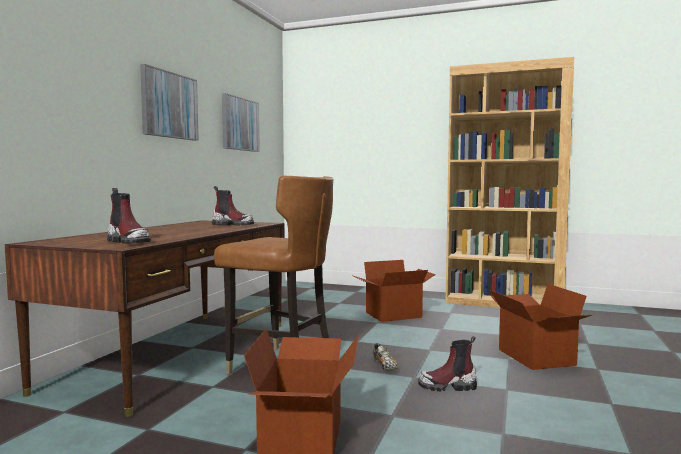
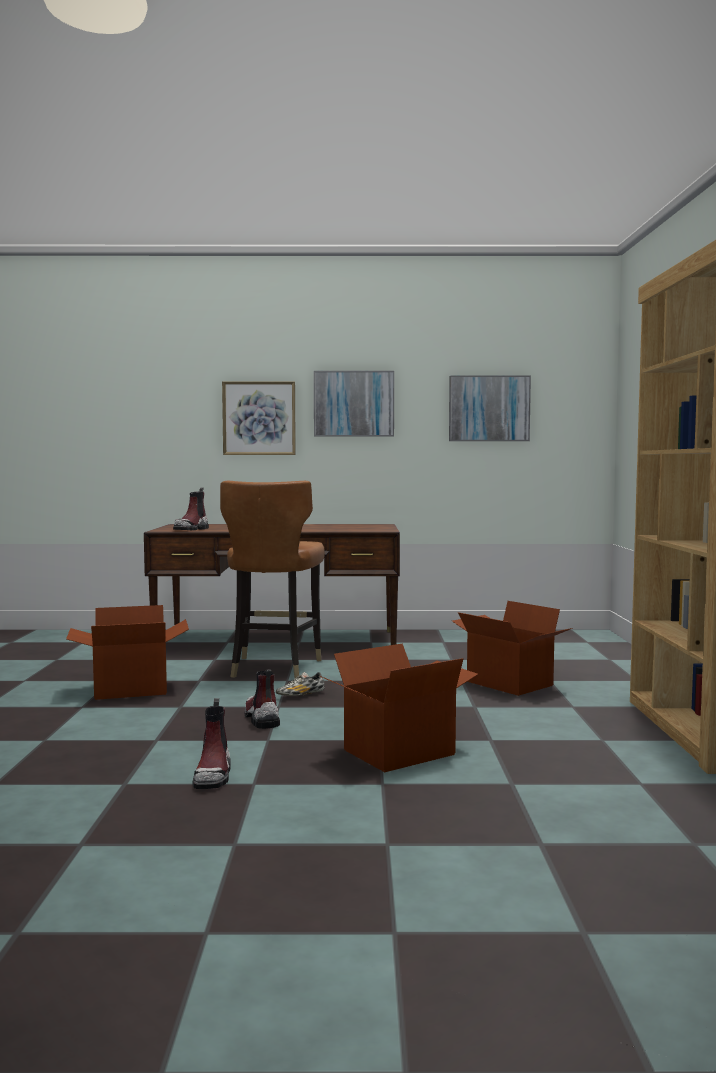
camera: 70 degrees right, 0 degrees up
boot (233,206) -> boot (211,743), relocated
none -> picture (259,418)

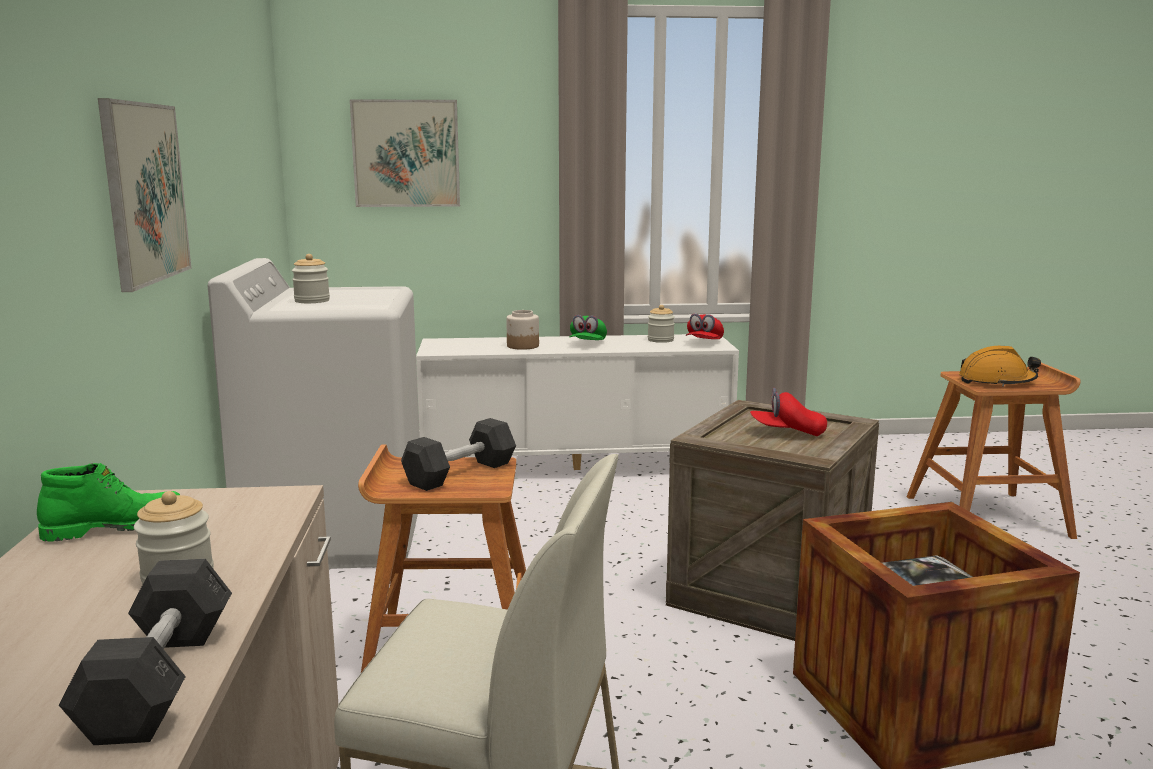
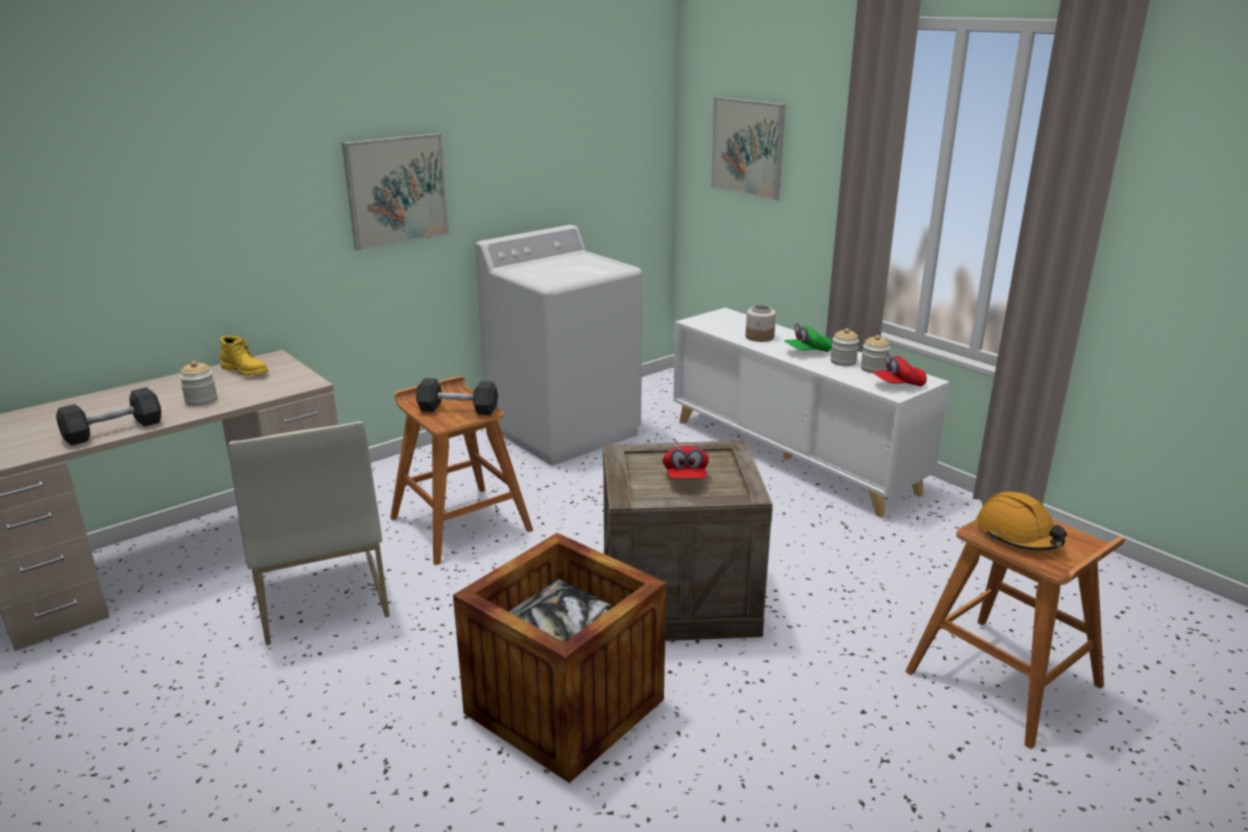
camera: 55 degrees right, 10 degrees up
jar (311,278) -> jar (845,347), relocated
red cap (788,412) -> red cap (686,462), 150 degrees counterclockwise
green boot (108,502) -> yellow boot (244,356)

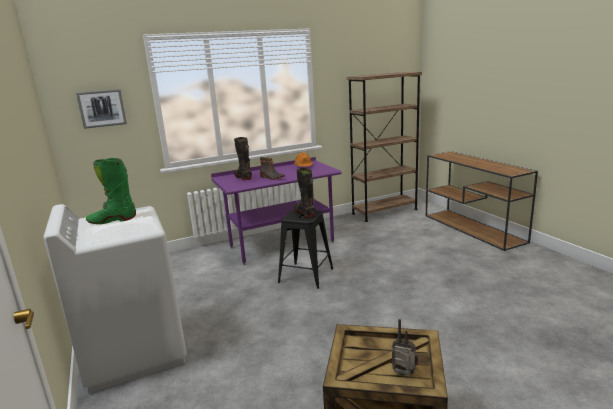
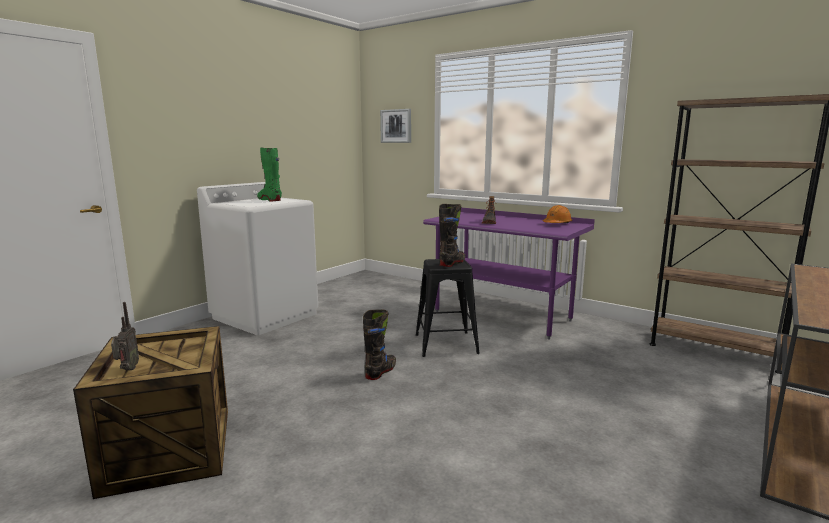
camera: 60 degrees right, 5 degrees down
black boot (243,159) -> black boot (379,345), relocated

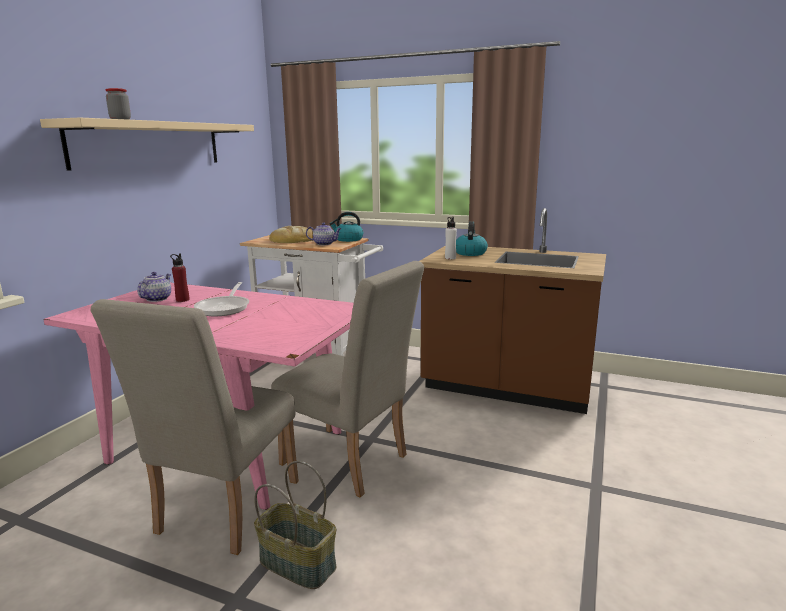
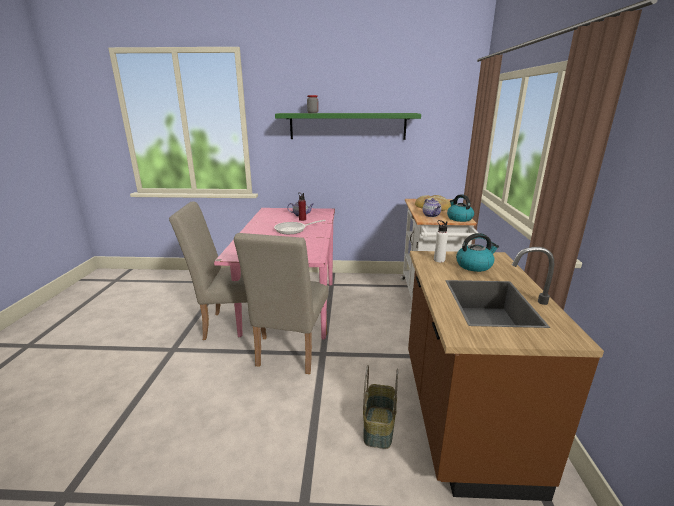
camera: 70 degrees right, 5 degrees up
beige shelf (147,144) -> green shelf (348,126)
basket (295,525) -> basket (380,407), relocated

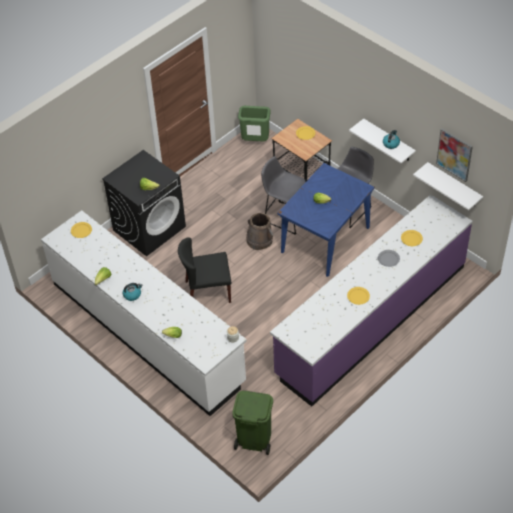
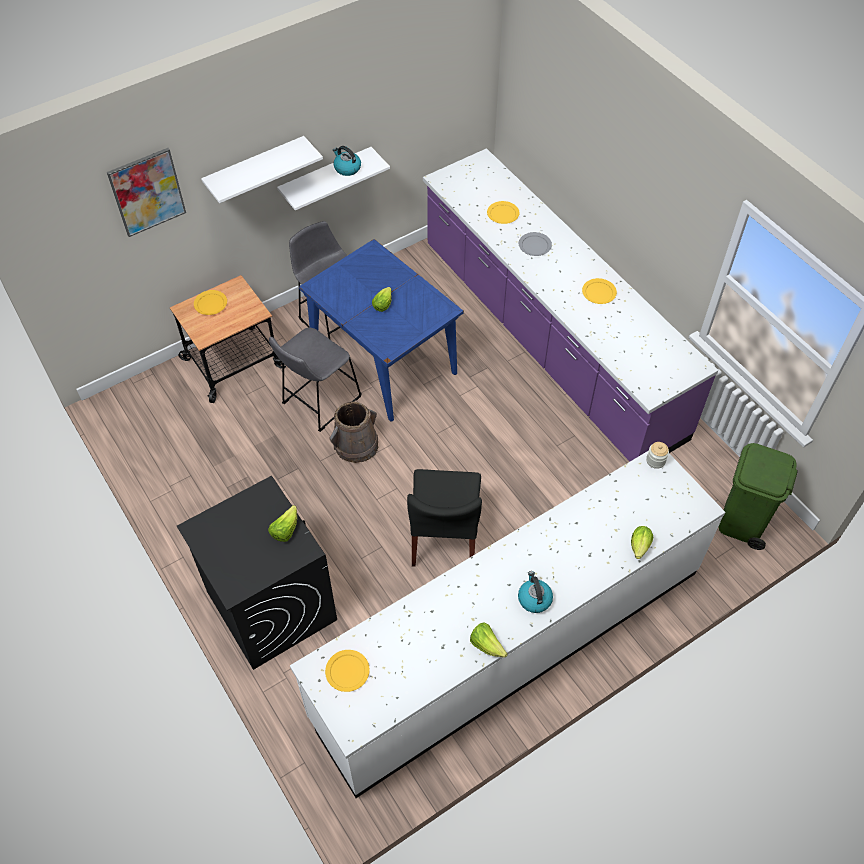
camera: 80 degrees left, 5 degrees up
green trash can (254,123) -> none
picture (454,155) -> picture (146,192), relocated
white shelf (448,186) -> white shelf (262,169), relocated

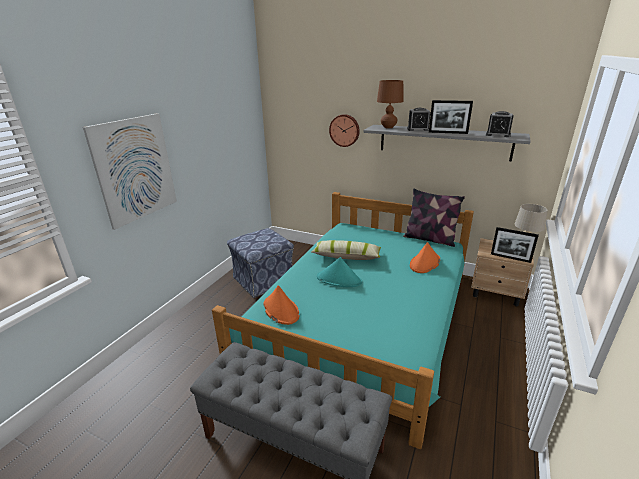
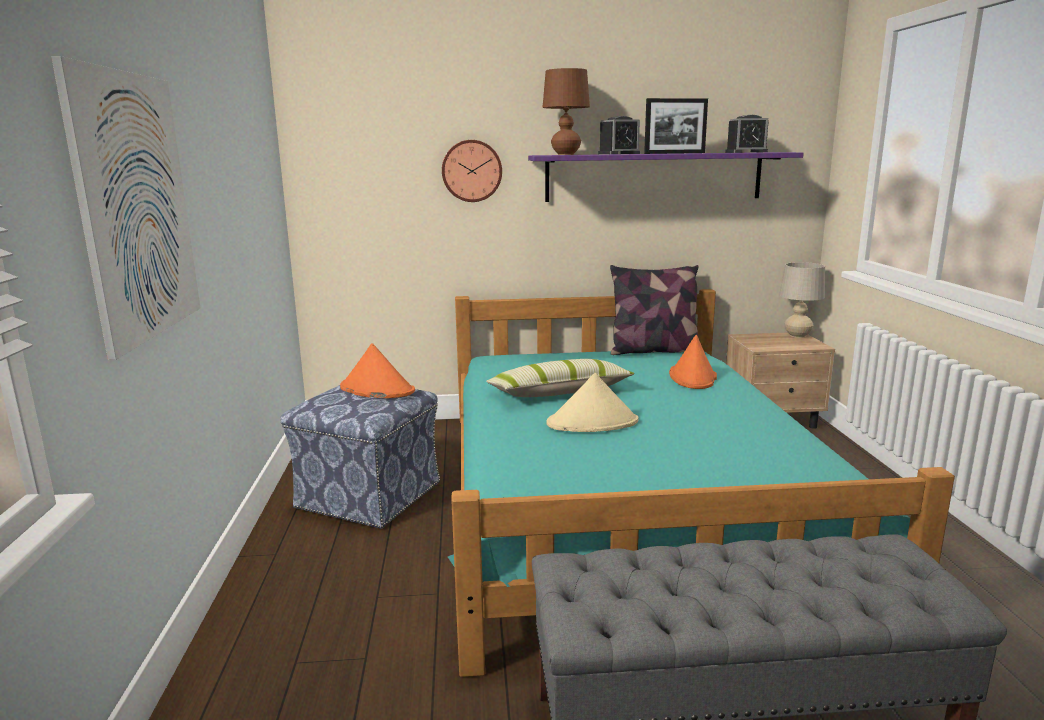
camera: 30 degrees left, 10 degrees down
grey shelf (447,143) -> purple shelf (666,177)
picture frame (515,245) -> none
turquoise hat (339,272) -> beige hat (593,402)
orange hat (281,305) -> orange hat (377,370), relocated

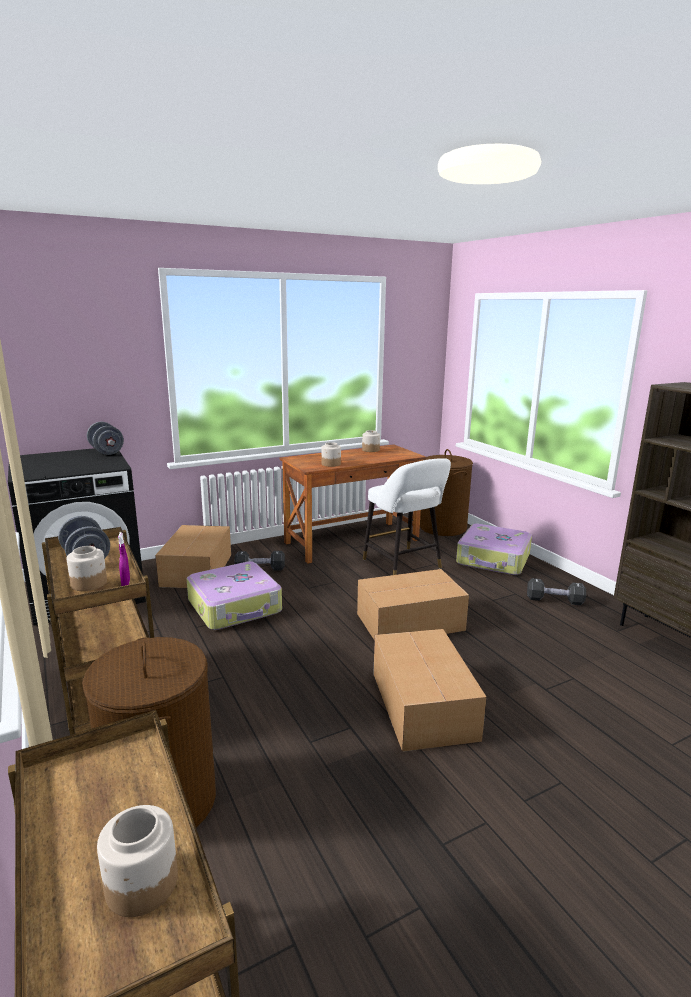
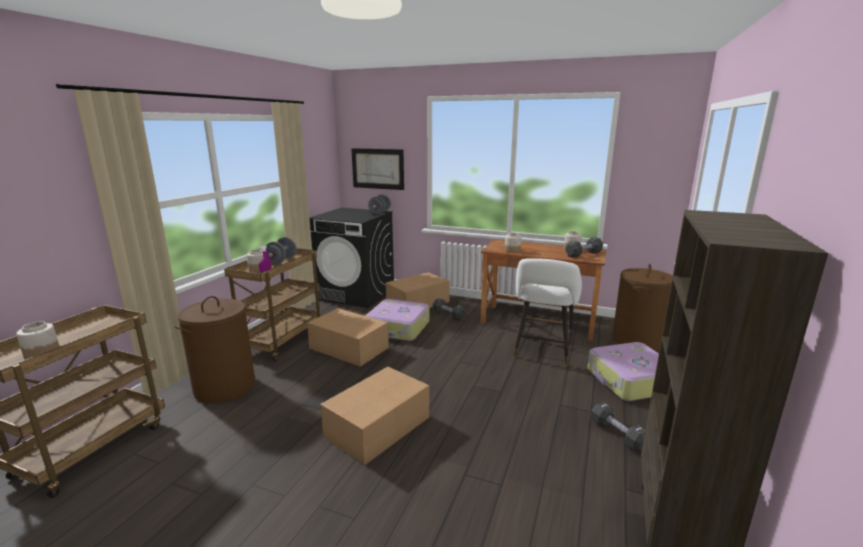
camera: 50 degrees right, 0 degrees up
cardboard box (413,605) -> cardboard box (348,337), relocated
none -> picture (377,169)
none -> black dumbbell (584,247)

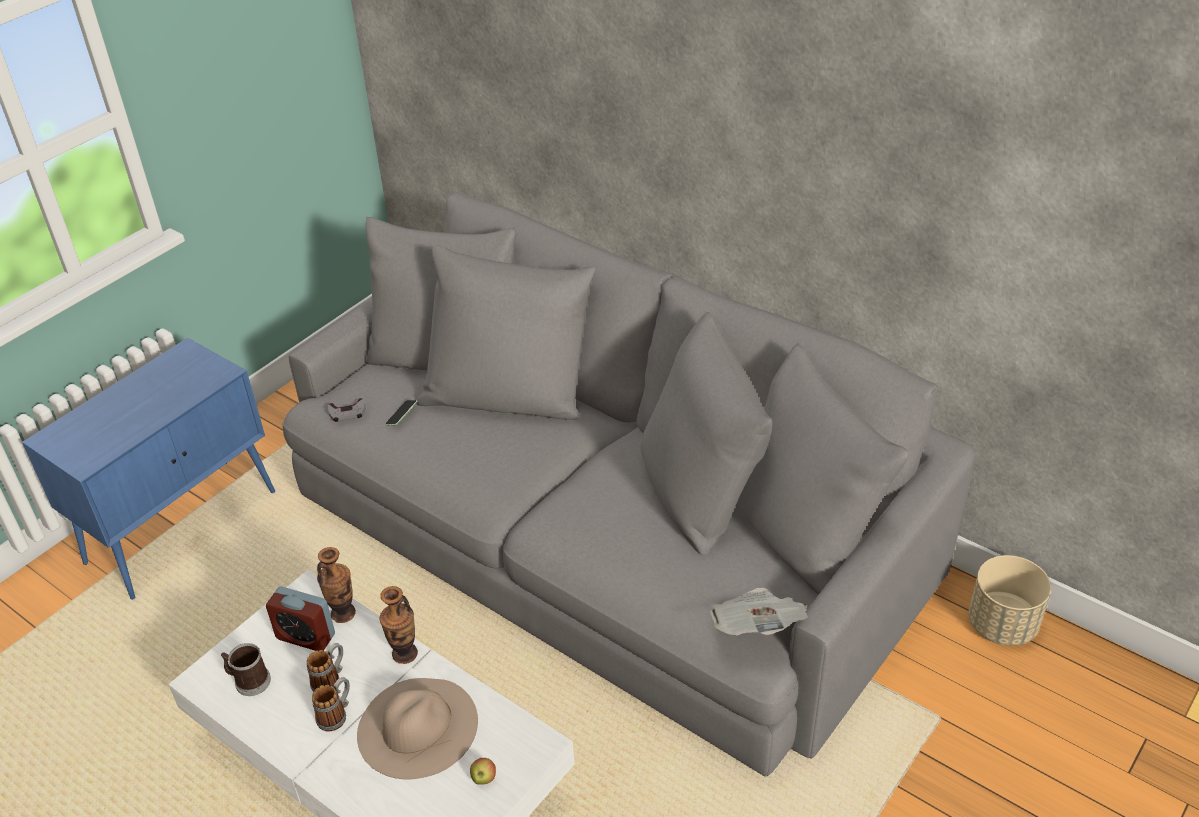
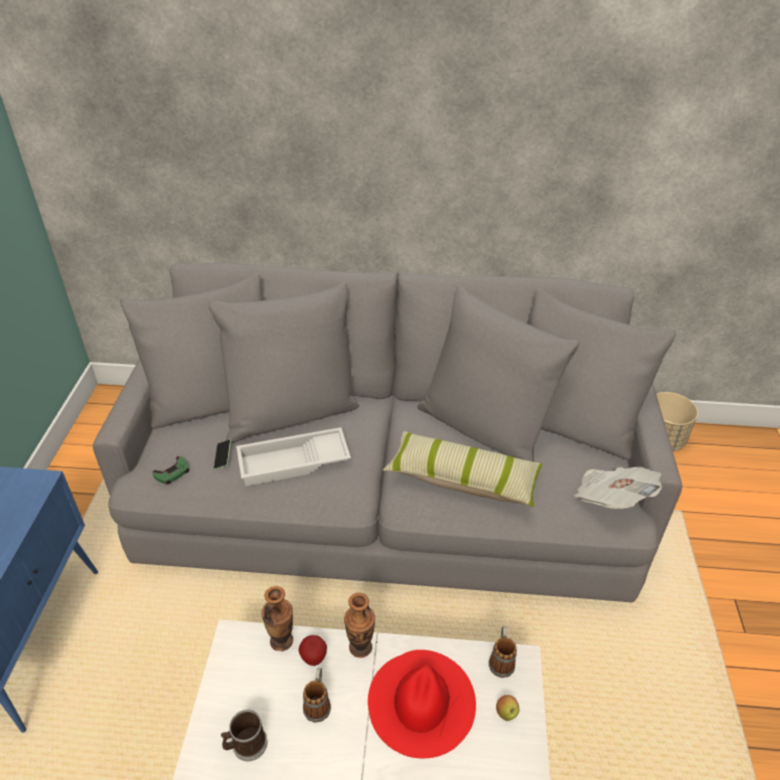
camera: 35 degrees left, 0 degrees up
grey game controller (347,410) -> green game controller (170,470)
alarm clock (300,618) -> none
mug (331,704) -> mug (503,652), relocated
beige hat (417,728) -> red hat (422,704)
none -> white tray (293,456)
none -> pillow (462,469)
none -> apple (313,650)

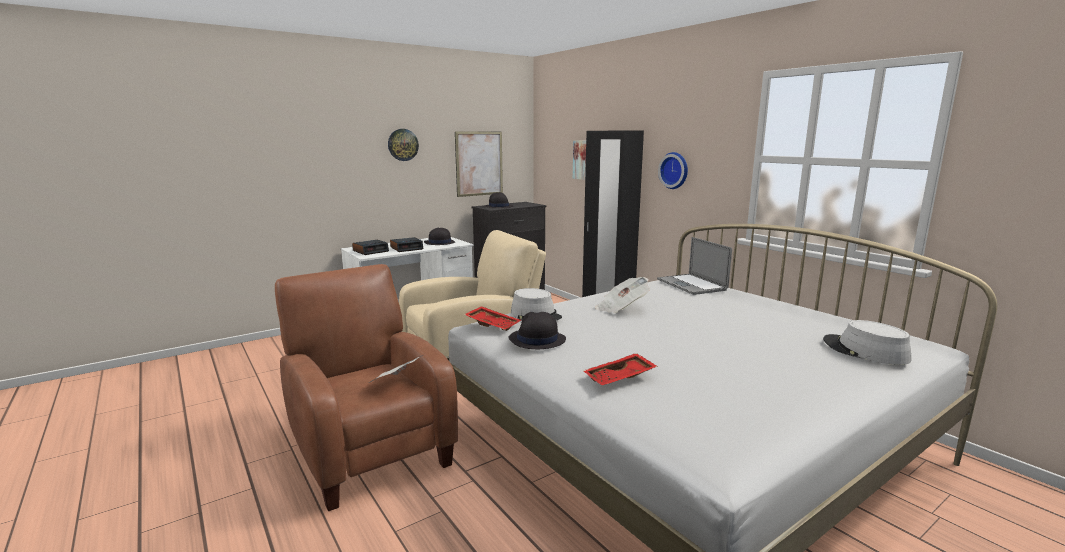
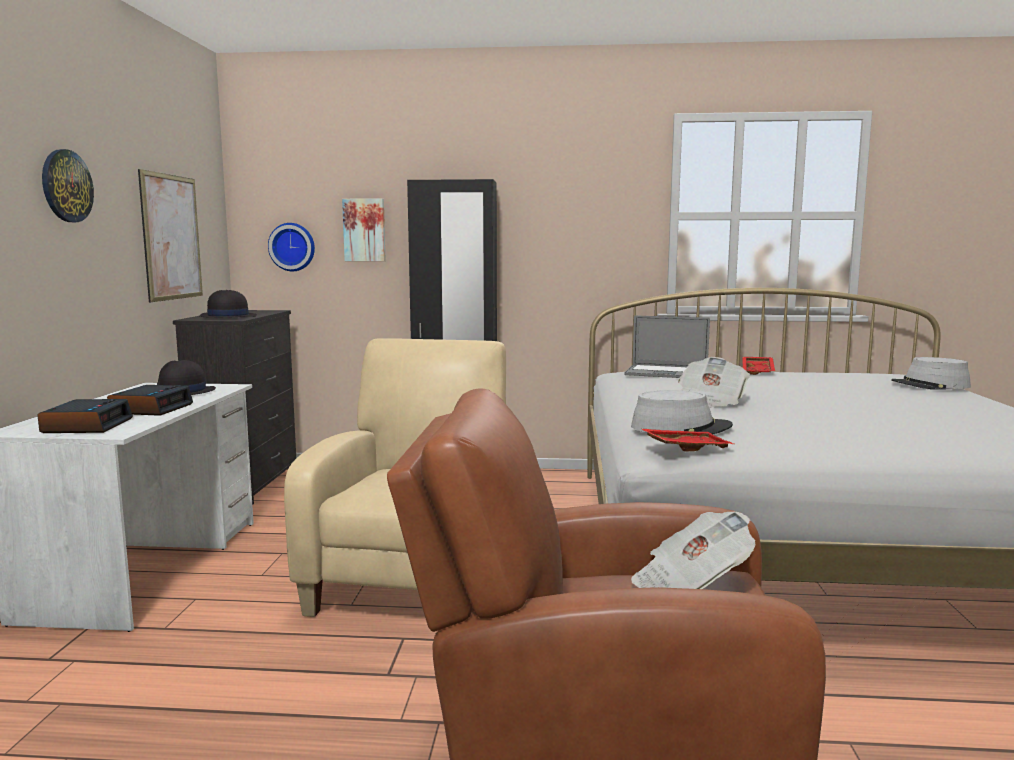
camera: 50 degrees left, 5 degrees down
wall clock (673,170) -> wall clock (291,247), relocated
black hat (537,330) -> none
red tray (621,369) -> red tray (758,366), relocated

